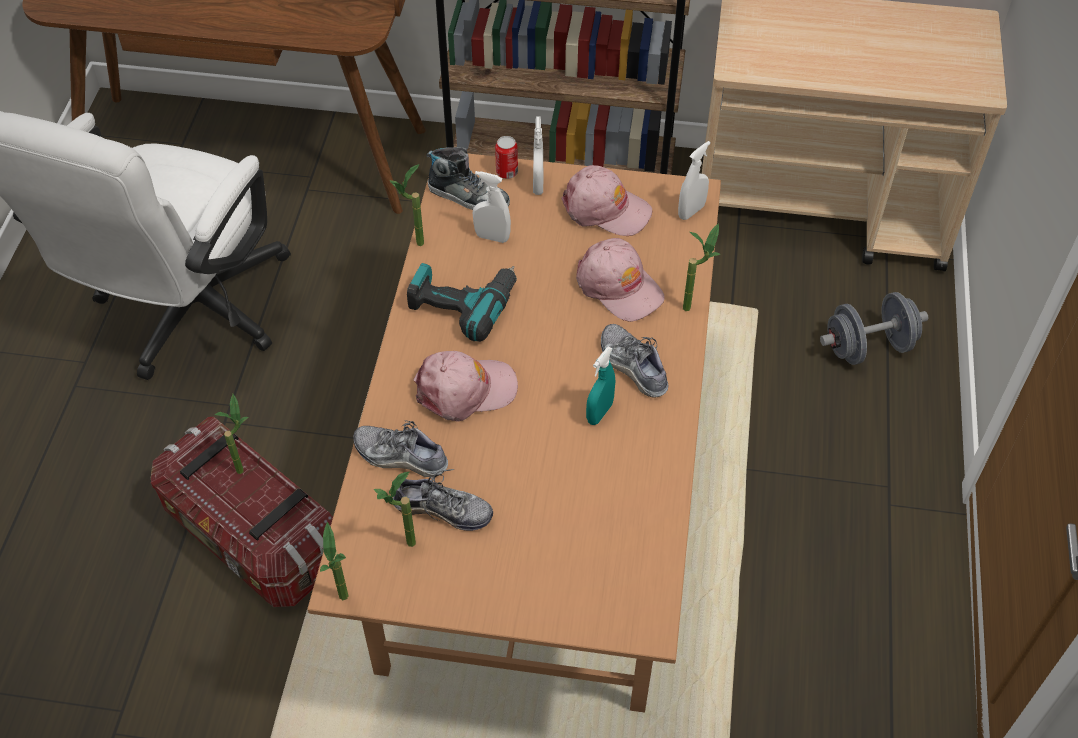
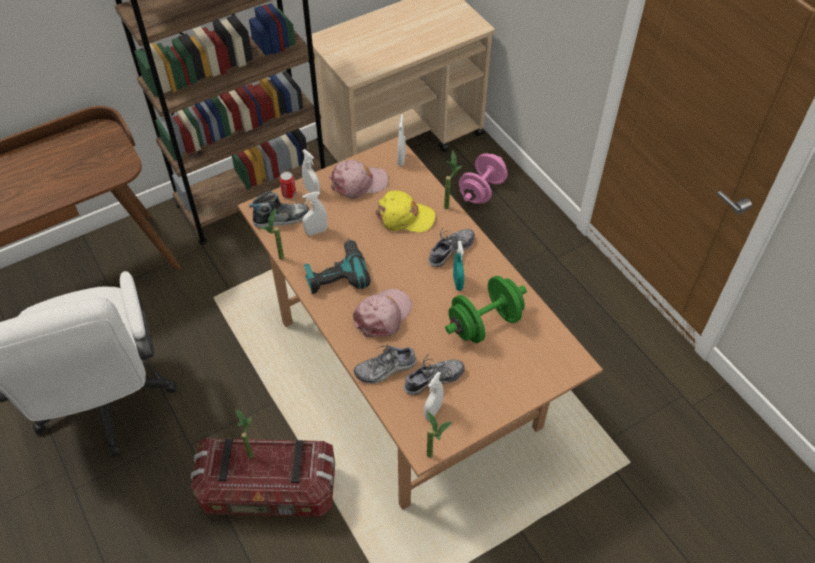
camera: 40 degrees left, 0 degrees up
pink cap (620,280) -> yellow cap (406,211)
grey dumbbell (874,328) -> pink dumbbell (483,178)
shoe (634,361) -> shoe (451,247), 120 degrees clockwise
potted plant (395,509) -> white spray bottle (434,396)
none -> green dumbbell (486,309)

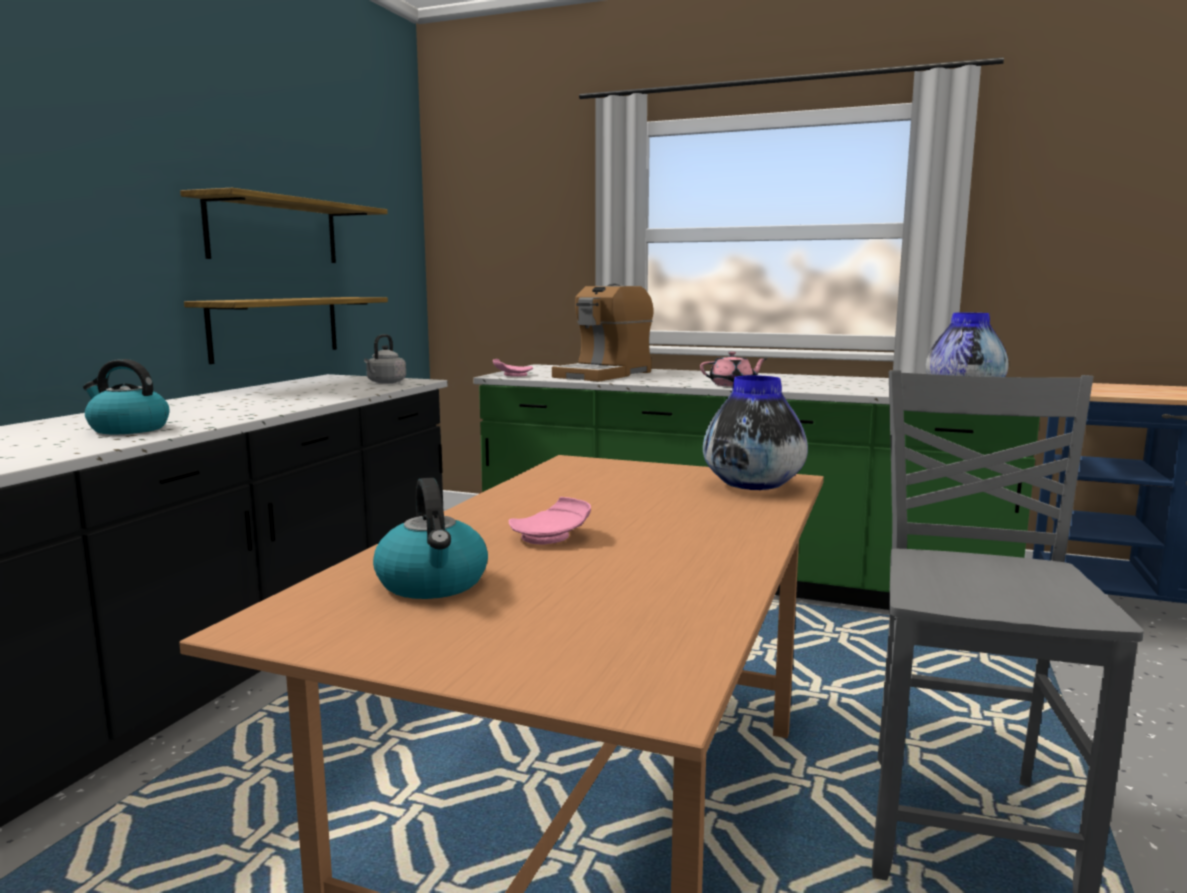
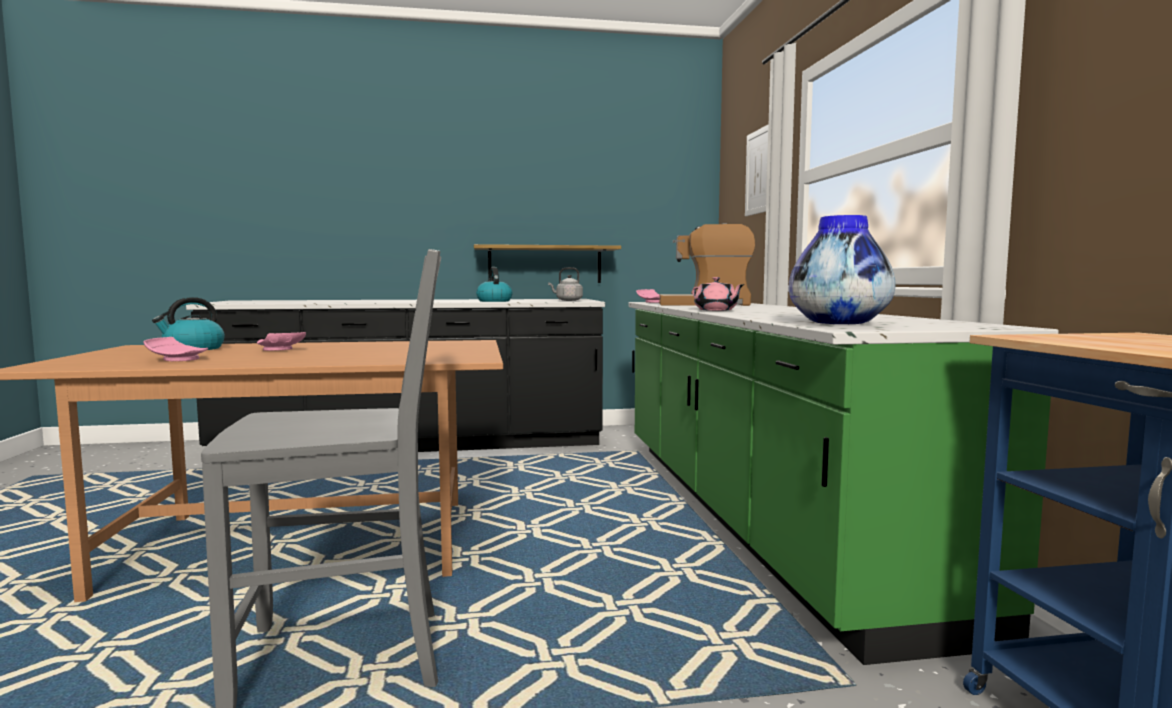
camera: 60 degrees right, 5 degrees down
shelf (284,225) -> none
kettle (126,396) -> kettle (494,284), relocated
vase (755,432) -> none
none -> picture (757,170)
none -> pink plate (176,349)

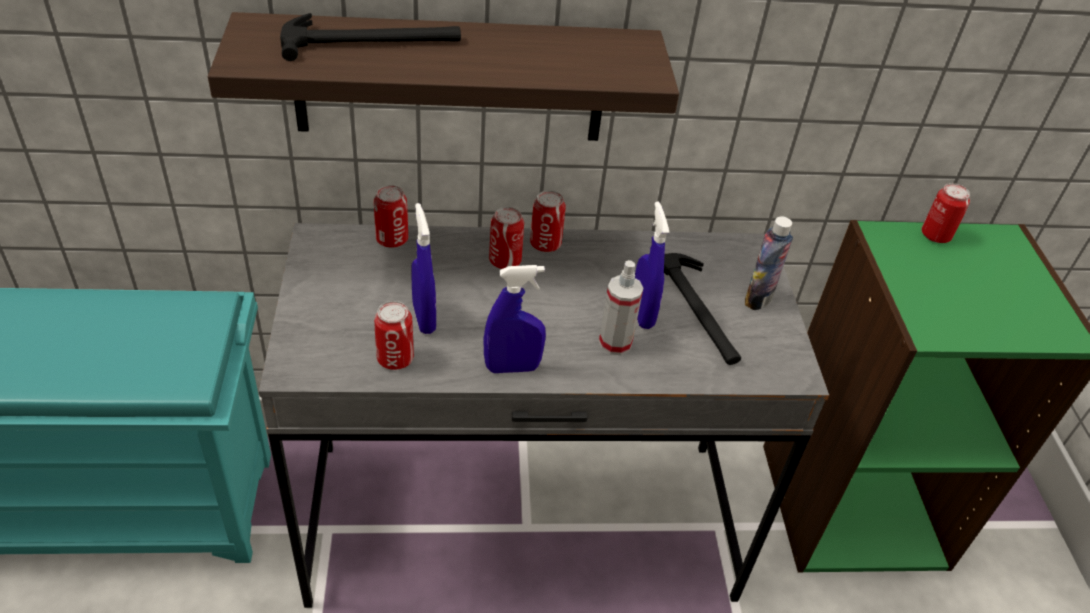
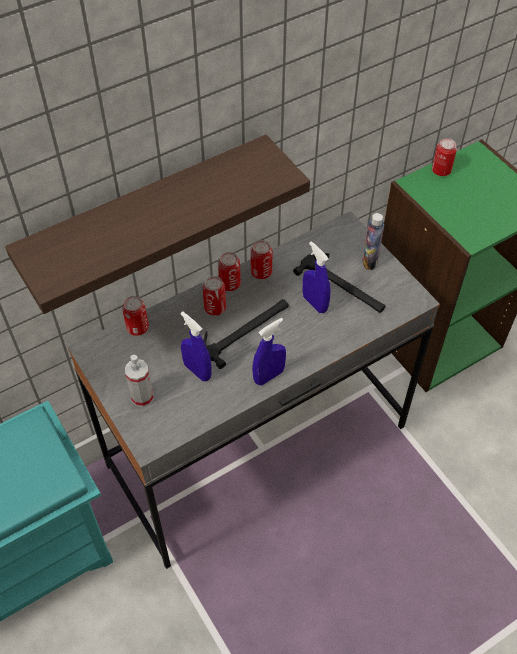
camera: 25 degrees left, 10 degrees up
hammer (370,37) -> hammer (246,334), relocated
spray bottle (621,307) -> spray bottle (139,381), relocated
can (394,335) -> can (261,259), relocated

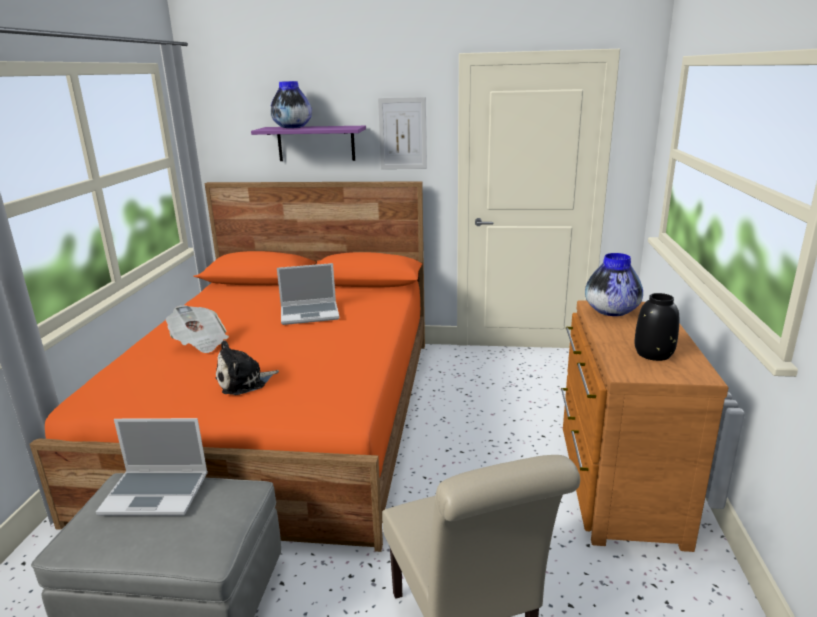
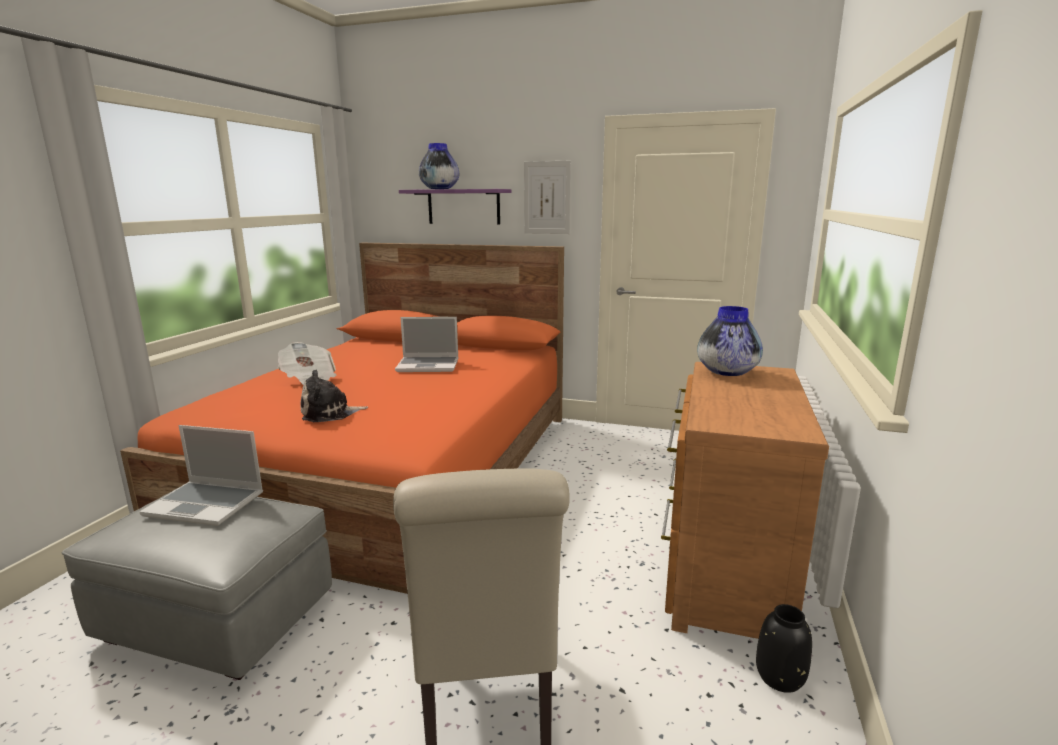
camera: 10 degrees right, 5 degrees down
black vase (656,327) -> black vase (784,648), relocated

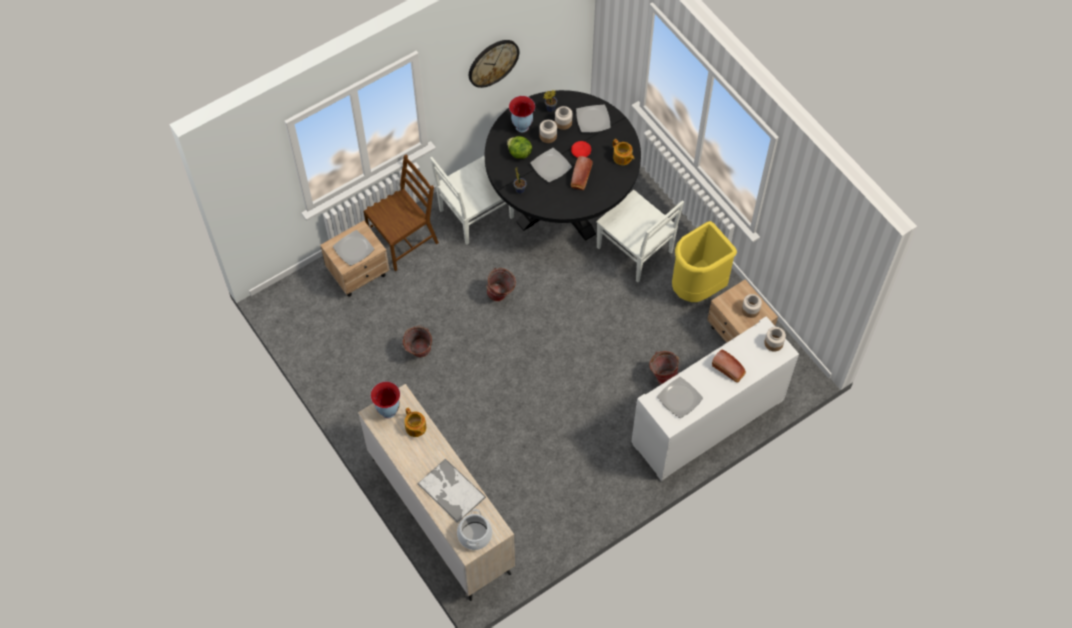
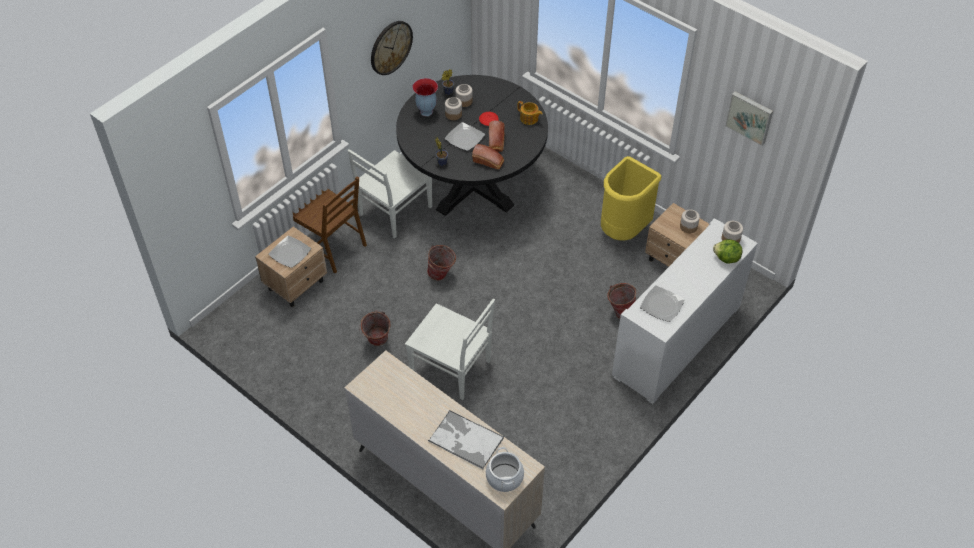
camera: 15 degrees left, 10 degrees down
plate (593,119) -> none
lettuce (519,147) -> lettuce (728,251), relocated
brown chair (401,212) -> brown chair (330,224), 90 degrees clockwise
white chair (640,236) -> white chair (450,349), relocated
bread (729,365) -> bread (488,156), relocated
vase (385,400) -> none
teapot (415,422) -> none
none -> picture (749,118)

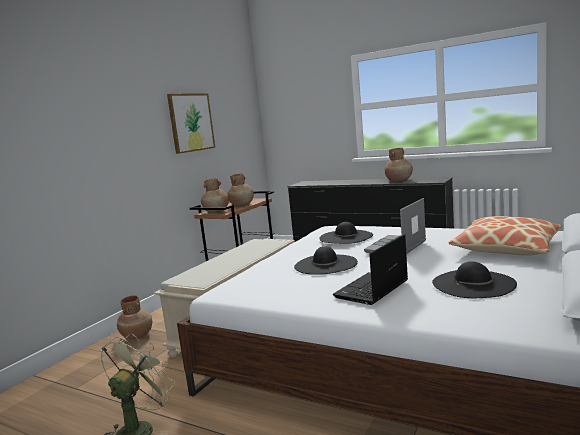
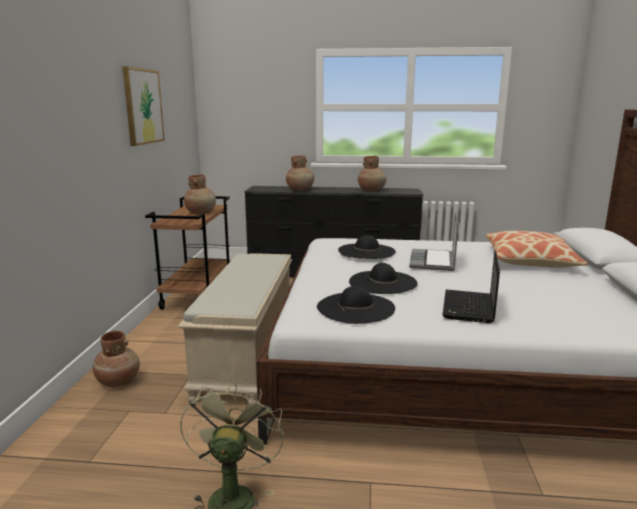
camera: 25 degrees left, 5 degrees up
brown vase (215,195) -> brown vase (300,173), relocated
black hat (474,279) -> black hat (356,305), relocated

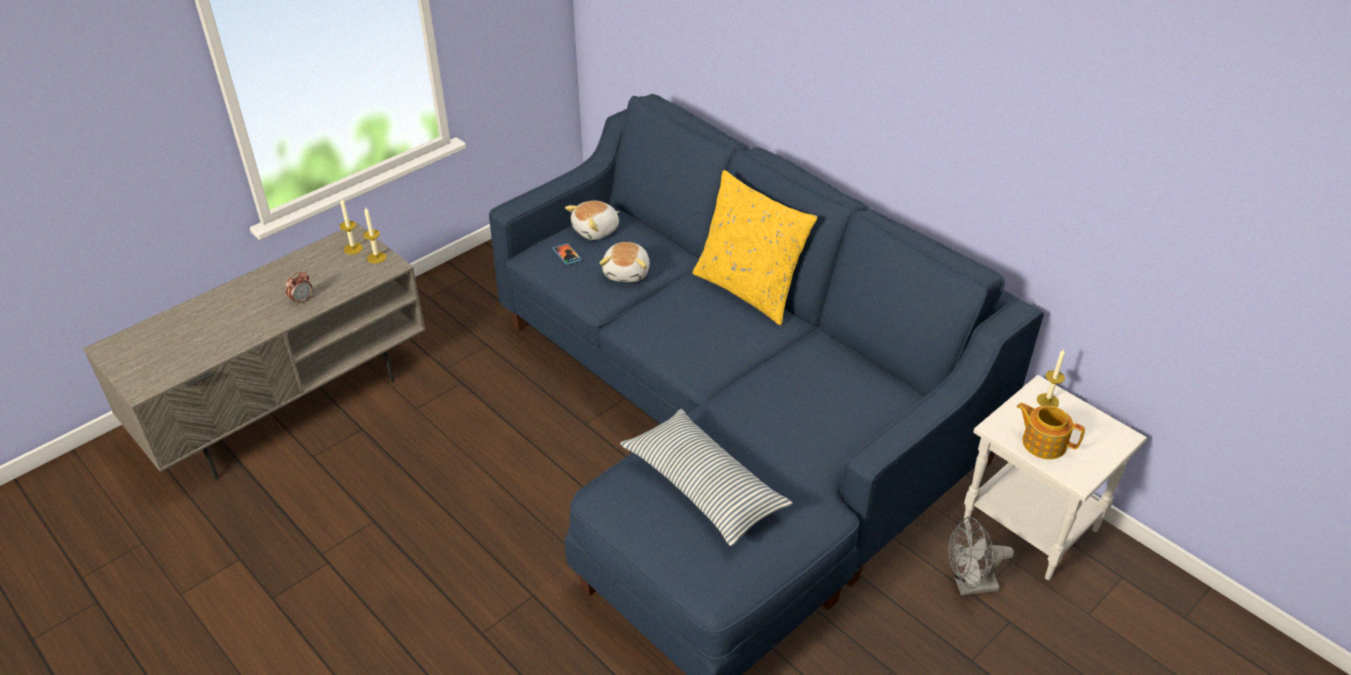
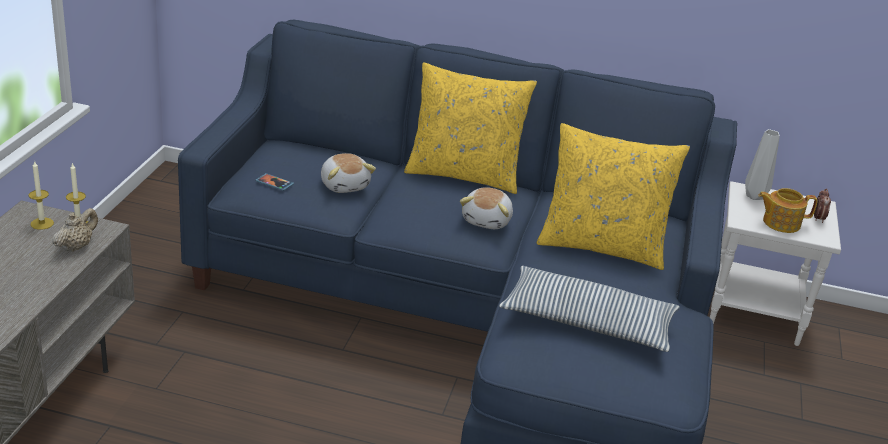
camera: 35 degrees left, 10 degrees down
plush toy (592,220) -> plush toy (486,208), relocated
alarm clock (299,289) -> alarm clock (822,205), relocated
candle (1051,378) -> grey vase (762,164)
grey fan (981,556) -> none
none -> yellow pillow (613,196)
none -> beige teapot (75,230)

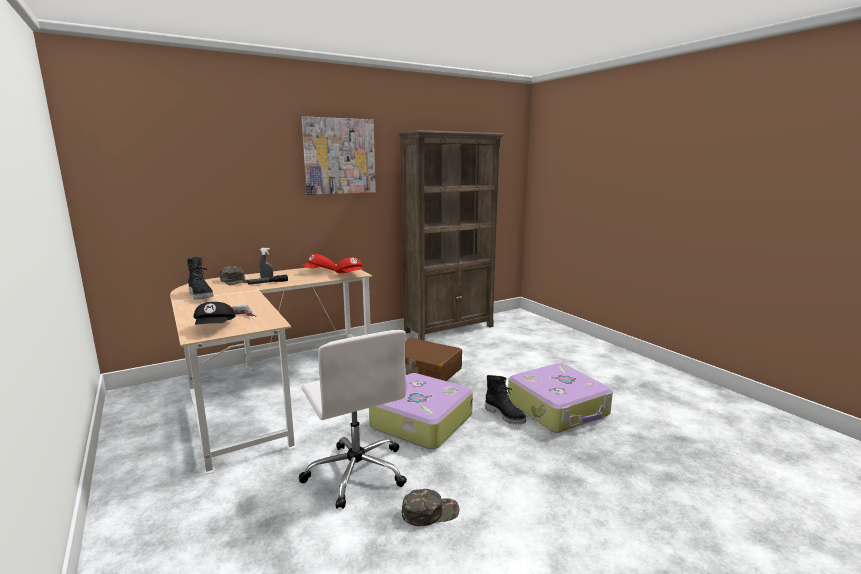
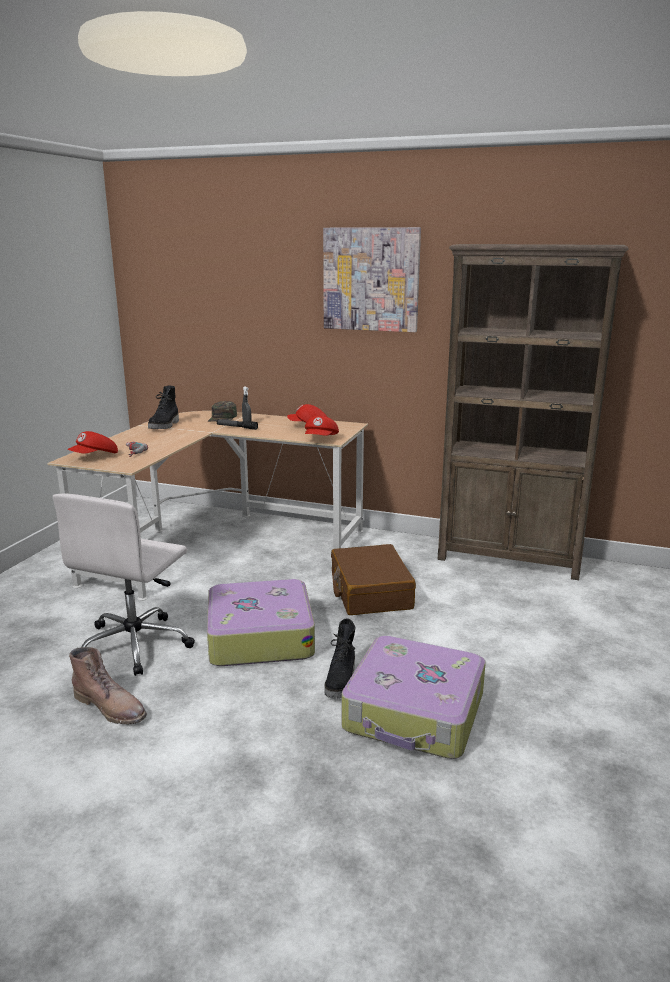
camera: 50 degrees right, 5 degrees up
black cap (214,313) -> red cap (92,442)
green cap (431,507) -> brown boot (108,686)

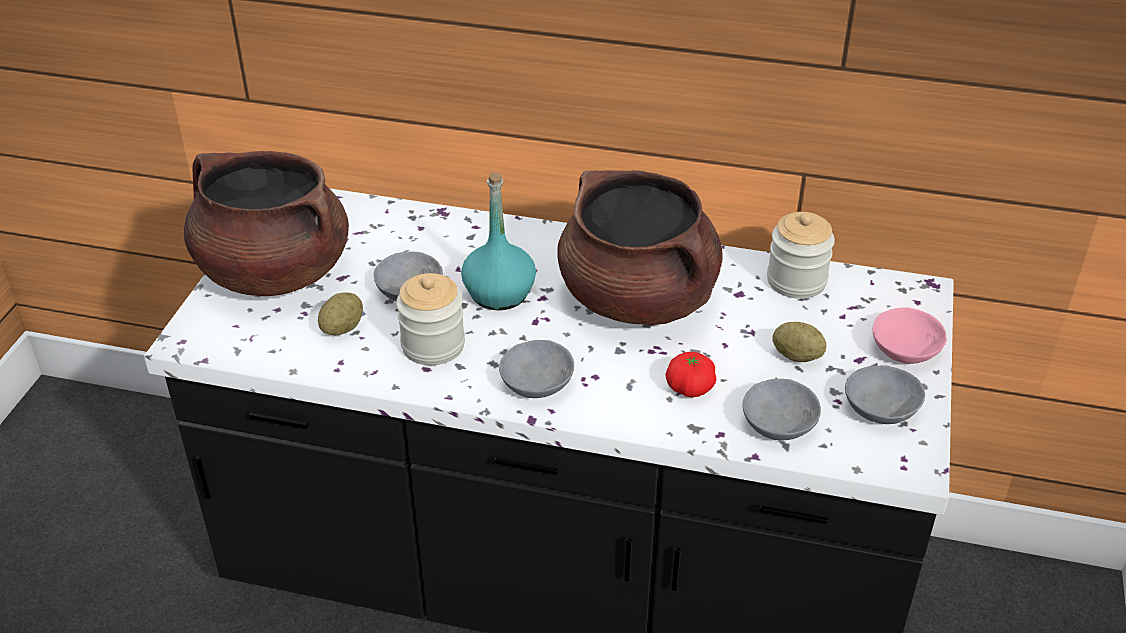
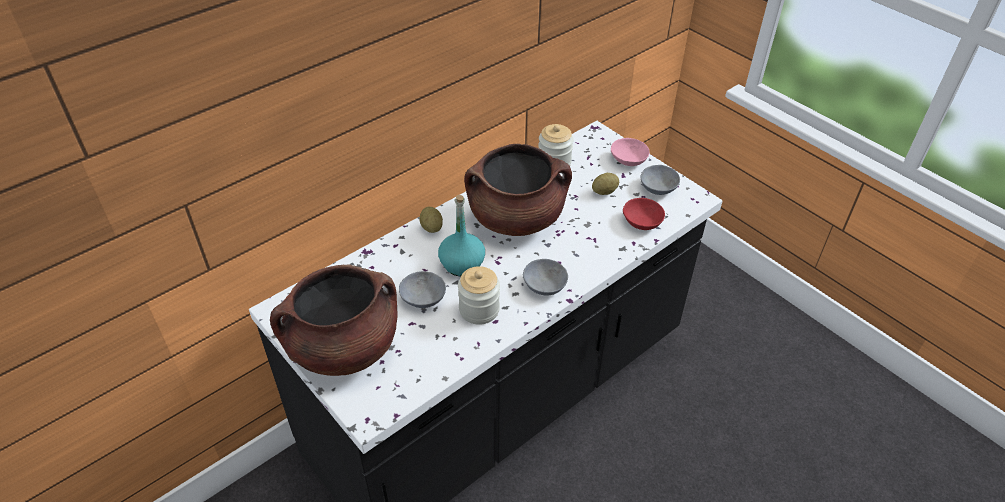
camera: 55 degrees left, 5 degrees up
potato (340,313) -> potato (431,220), relocated
tomato (691,374) -> none
grey bowl (782,409) -> red bowl (644,214)

